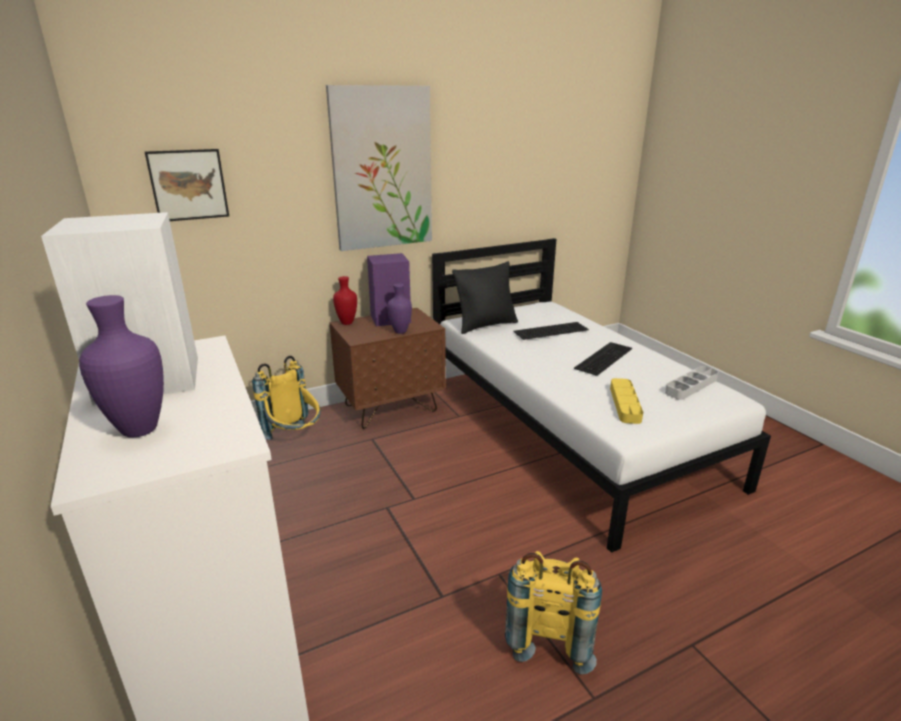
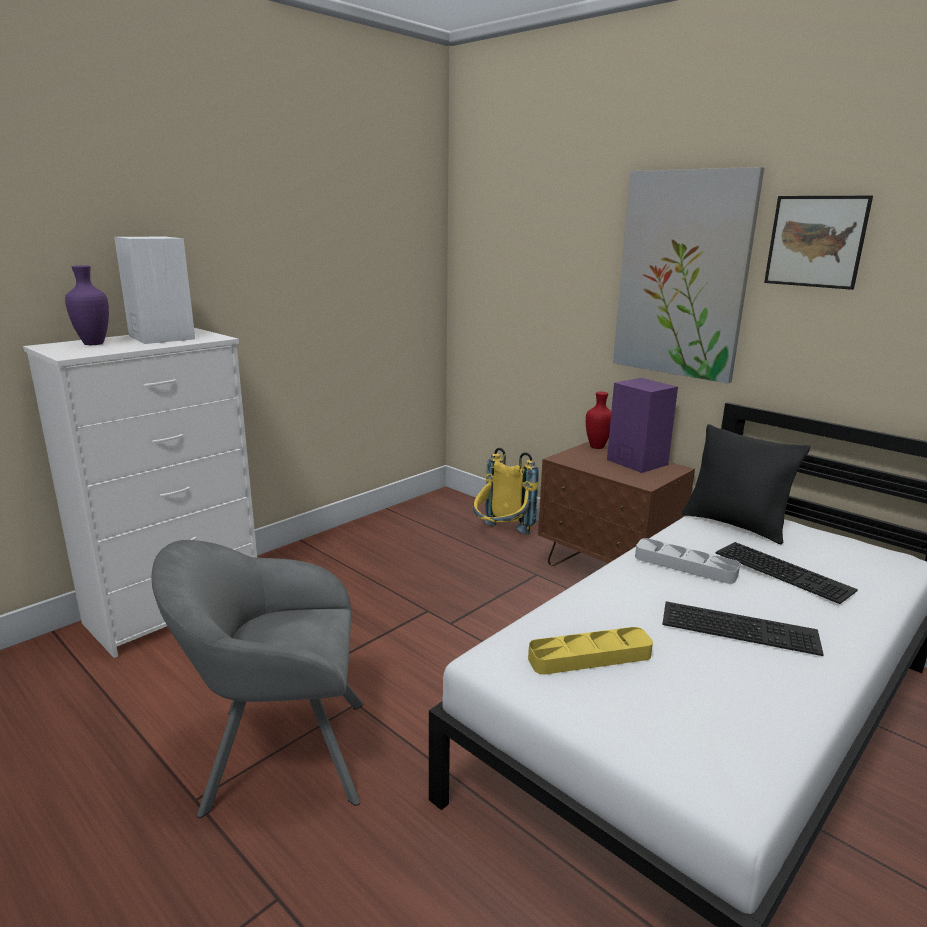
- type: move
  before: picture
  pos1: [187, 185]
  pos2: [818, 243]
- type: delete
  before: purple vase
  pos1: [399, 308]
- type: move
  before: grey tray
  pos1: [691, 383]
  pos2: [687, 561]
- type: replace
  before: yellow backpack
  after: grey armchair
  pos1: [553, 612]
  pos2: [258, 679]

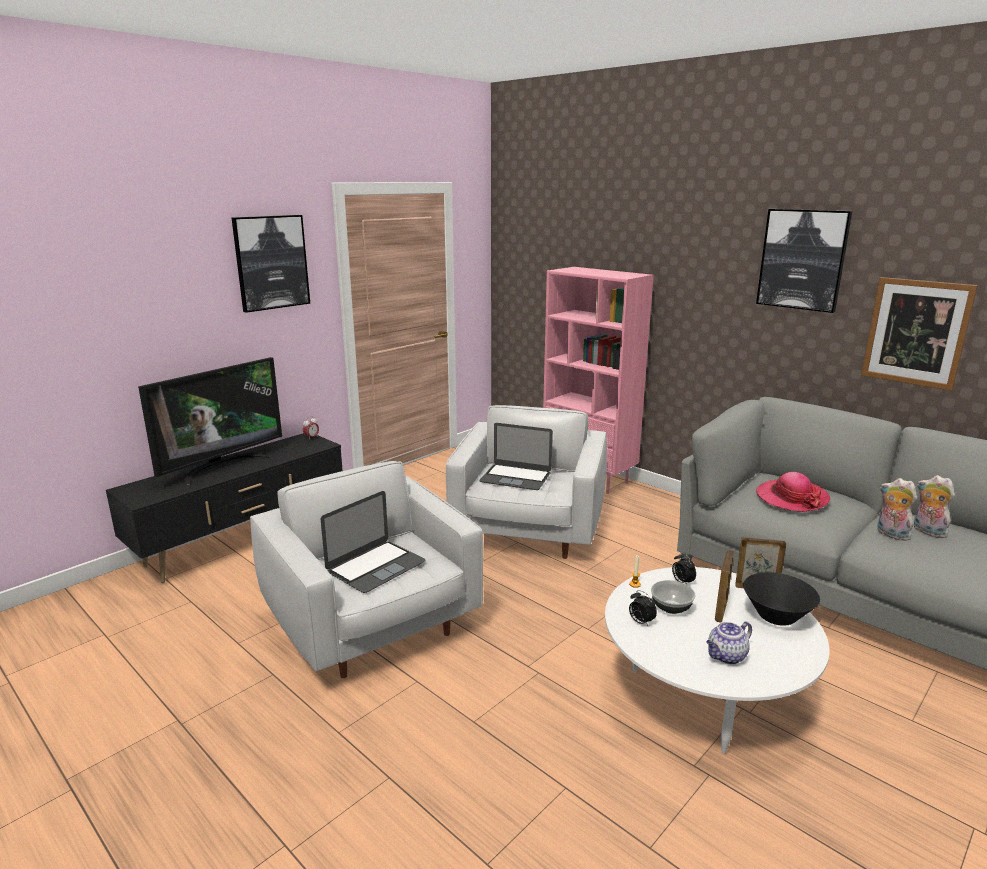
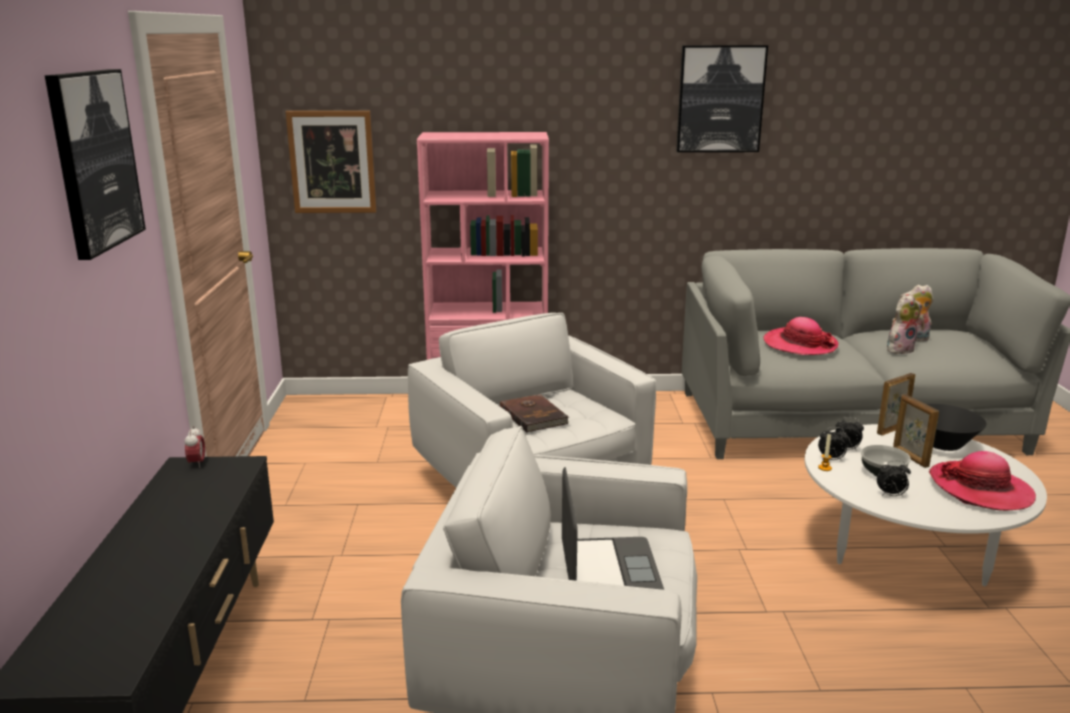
- type: move
  before: picture
  pos1: [919, 334]
  pos2: [331, 162]
- type: delete
  before: television
  pos1: [210, 421]
- type: replace
  before: laptop
  after: brown book
  pos1: [516, 456]
  pos2: [534, 413]
- type: rotate
  before: plush toy
  pos1: [897, 509]
  pos2: [904, 324]
  turn: 150
- type: replace
  before: teapot
  after: hat
  pos1: [729, 643]
  pos2: [982, 481]
- type: insert
  after: alarm clock
  pos2: [833, 444]

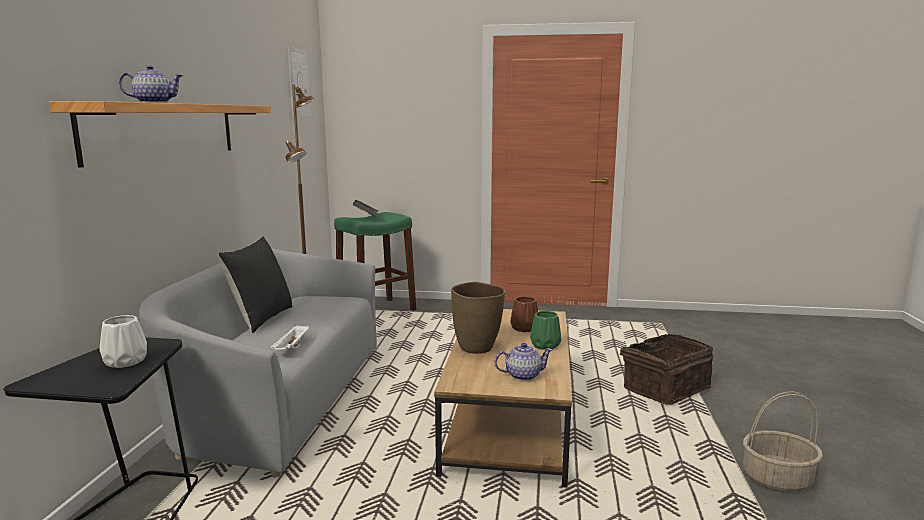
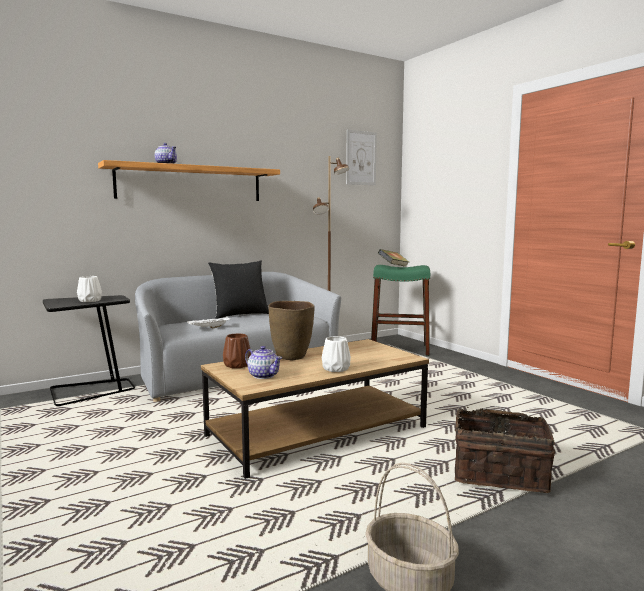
- type: move
  before: brown vase
  pos1: [524, 314]
  pos2: [237, 350]
- type: recolor
  before: green vase
  after: white vase
  pos1: [545, 330]
  pos2: [336, 354]

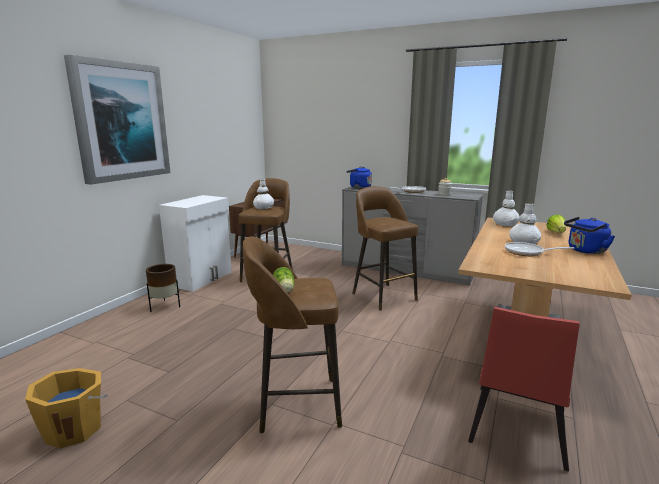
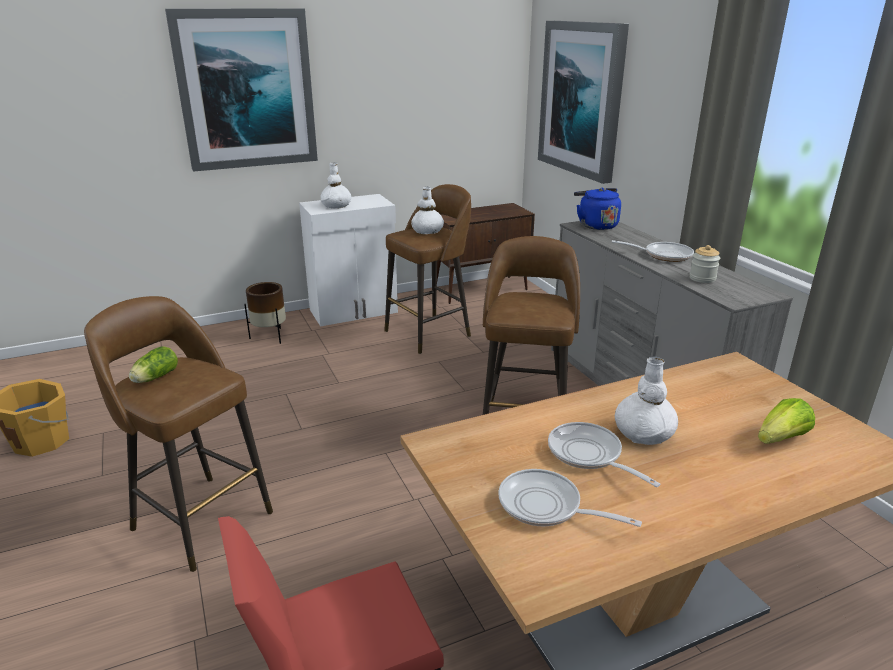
- type: move
  before: white vase
  pos1: [506, 208]
  pos2: [335, 186]
- type: delete
  before: blue kettle
  pos1: [589, 235]
- type: insert
  after: picture
  pos2: [583, 102]
- type: insert
  after: frying pan
  pos2: [570, 498]

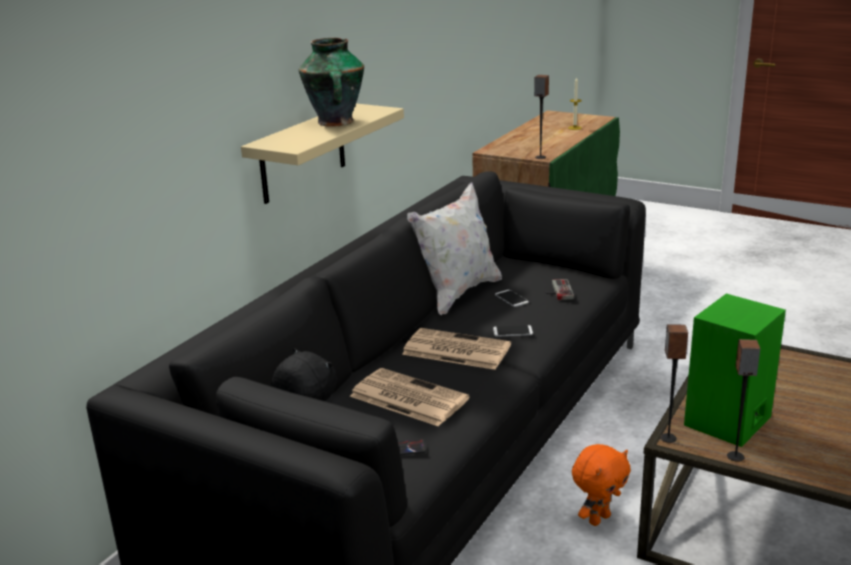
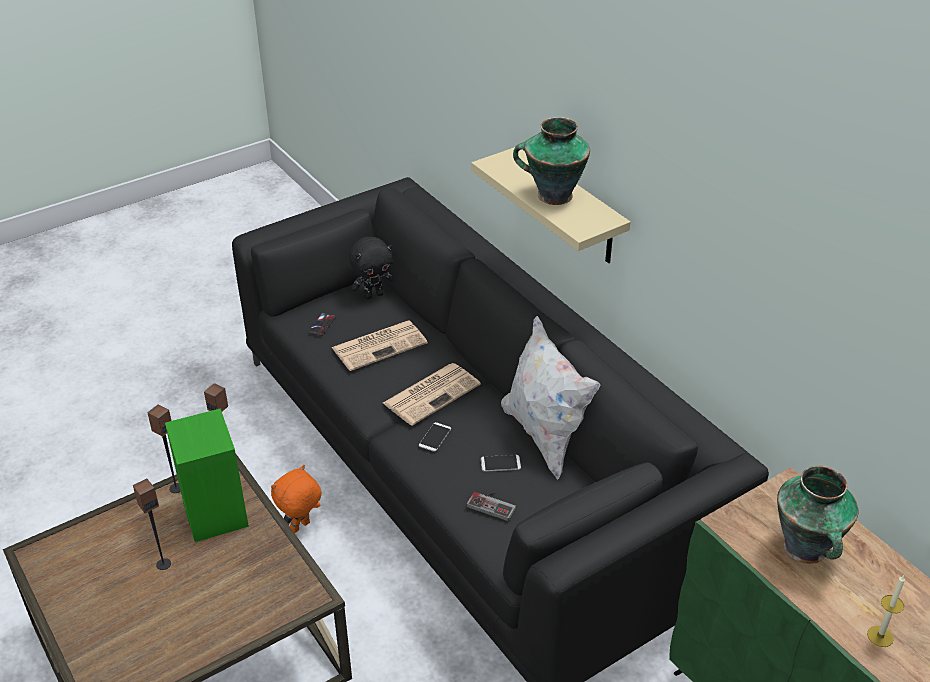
- type: move
  before: speaker
  pos1: [541, 117]
  pos2: [152, 524]
- type: rotate
  before: orange plush toy
  pos1: [601, 485]
  pos2: [296, 499]
  turn: 60
- type: insert
  after: vase
  pos2: [817, 515]

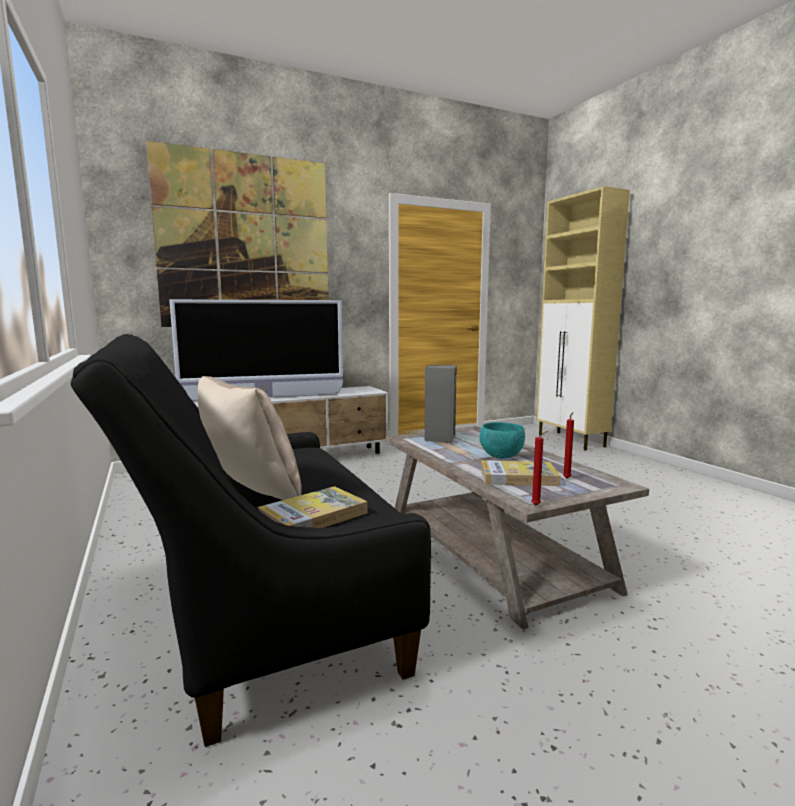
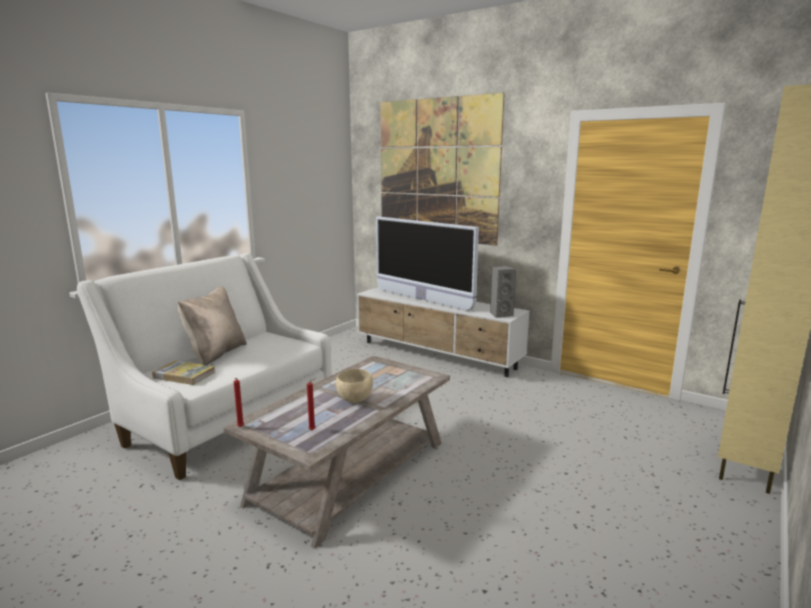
- type: recolor
  before: black sofa
  after: white sofa
  pos1: [251, 540]
  pos2: [204, 366]
- type: move
  before: grey speaker
  pos1: [440, 404]
  pos2: [503, 292]
- type: recolor
  before: turquoise bowl
  after: beige bowl
  pos1: [502, 440]
  pos2: [354, 386]
- type: delete
  before: book
  pos1: [521, 473]

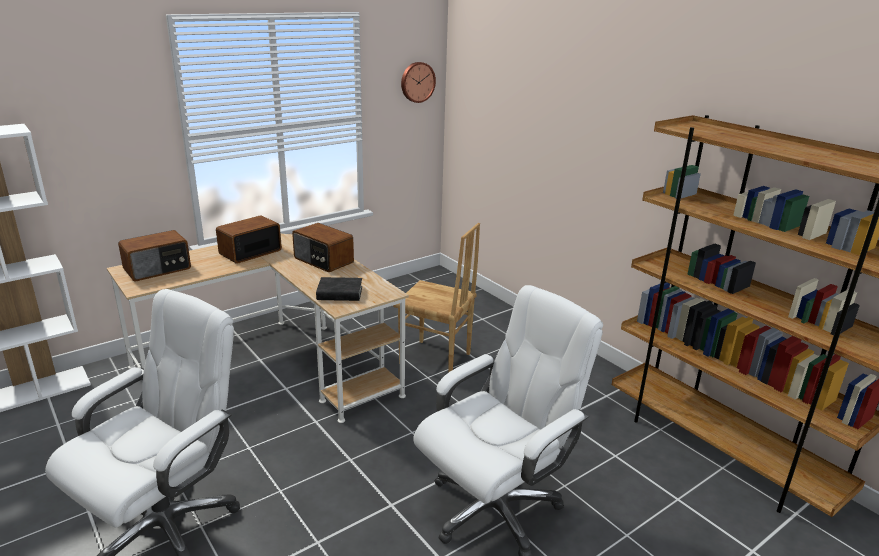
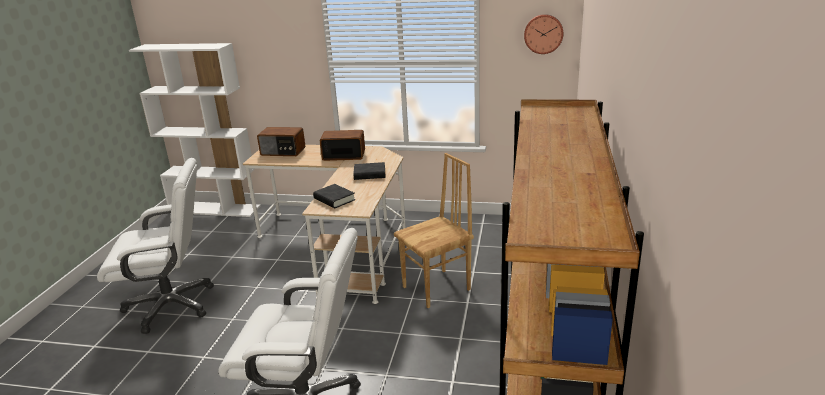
- type: replace
  before: radio
  after: black book
  pos1: [323, 247]
  pos2: [369, 171]
- type: rotate
  before: brown chair
  pos1: [436, 298]
  pos2: [434, 230]
  turn: -105

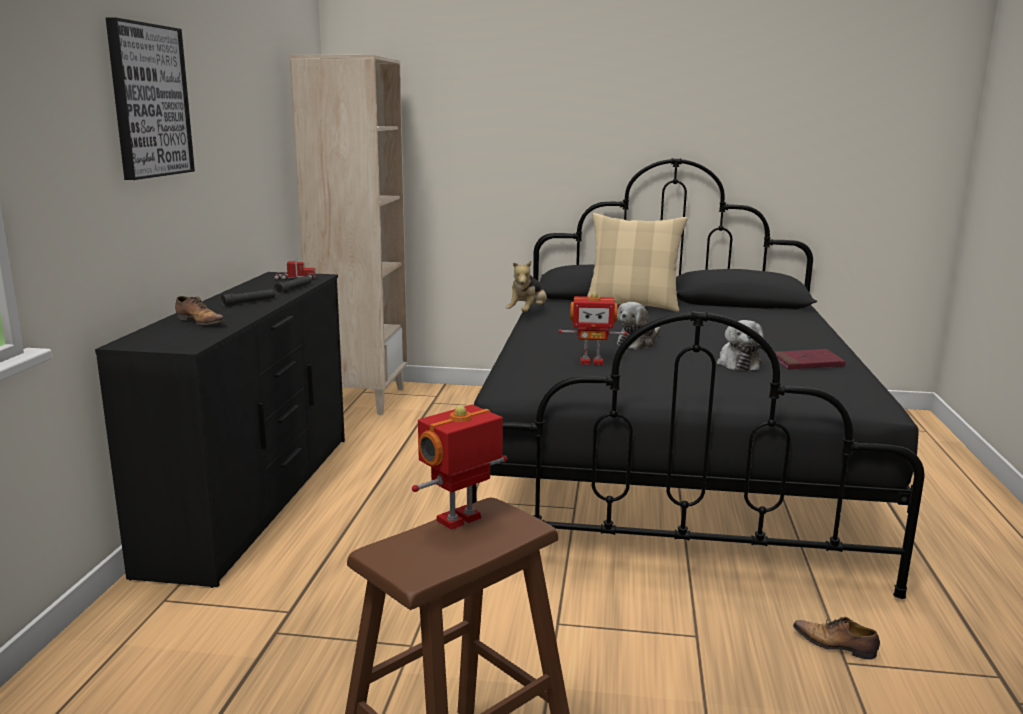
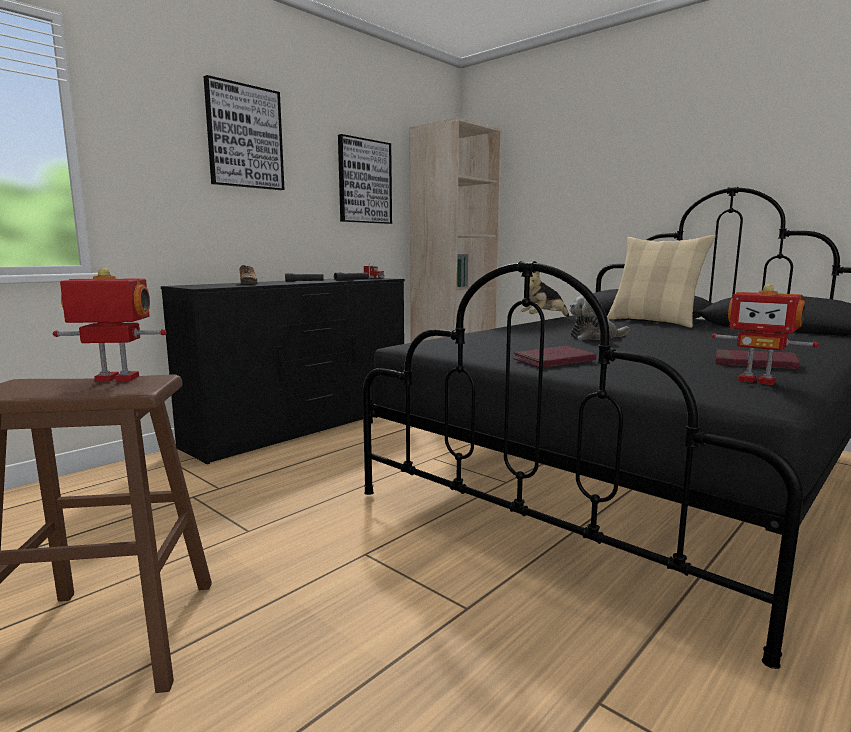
- type: move
  before: toy robot
  pos1: [593, 328]
  pos2: [765, 334]
- type: delete
  before: plush toy
  pos1: [741, 345]
- type: delete
  before: shoe
  pos1: [836, 638]
- type: insert
  after: picture
  pos2: [365, 179]
- type: insert
  after: red book
  pos2: [554, 357]

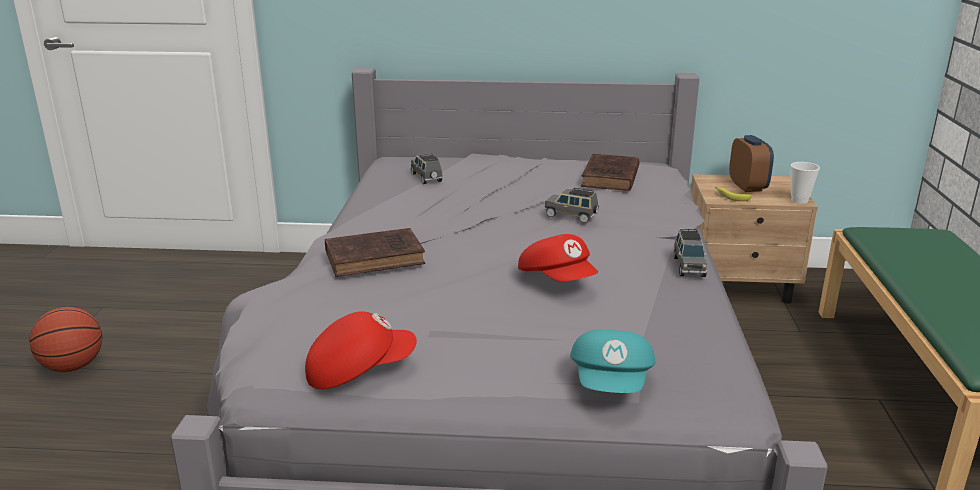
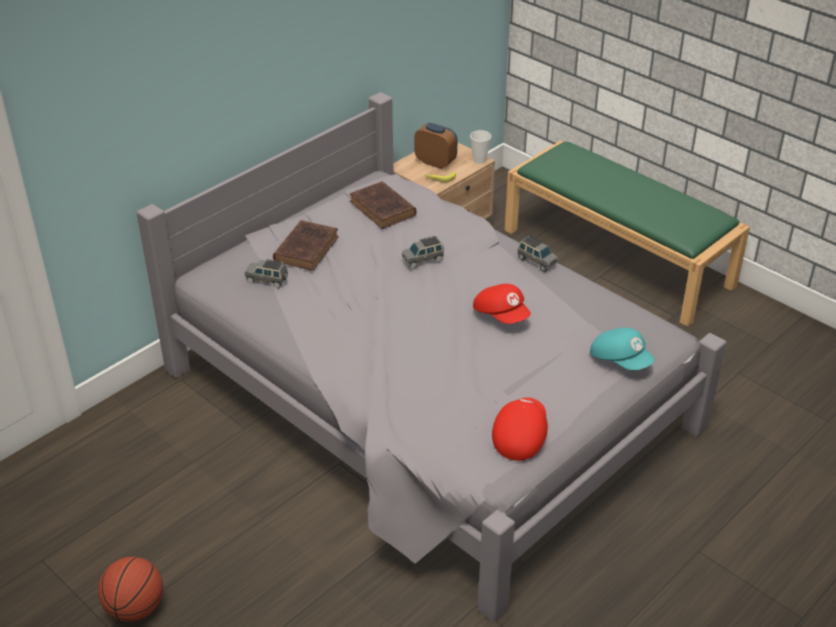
- type: move
  before: brown book
  pos1: [375, 252]
  pos2: [306, 245]
- type: rotate
  before: red cap
  pos1: [558, 258]
  pos2: [502, 304]
  turn: 45

